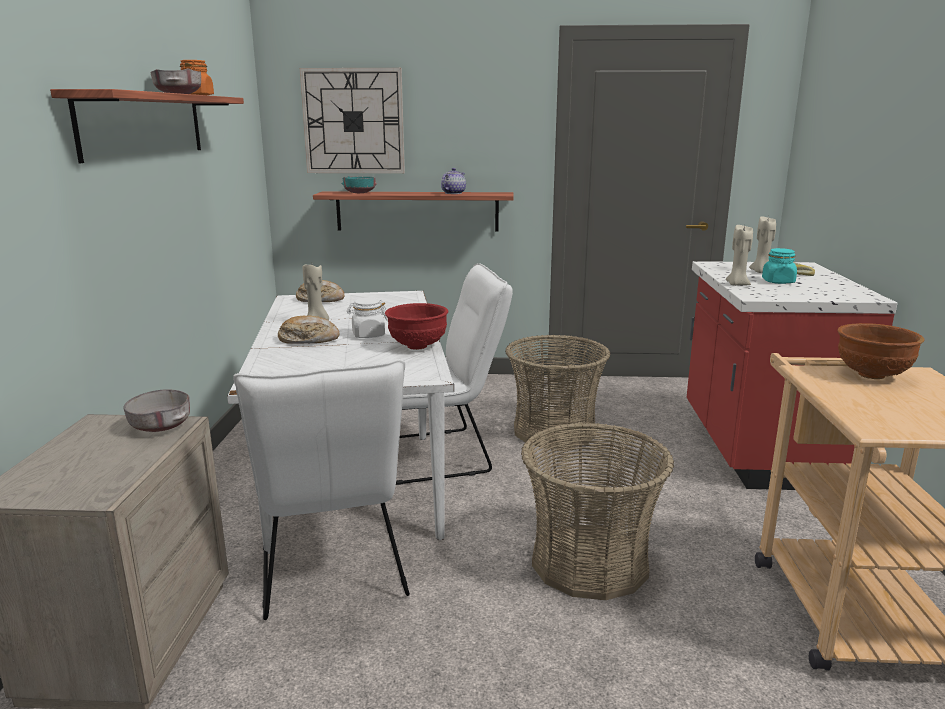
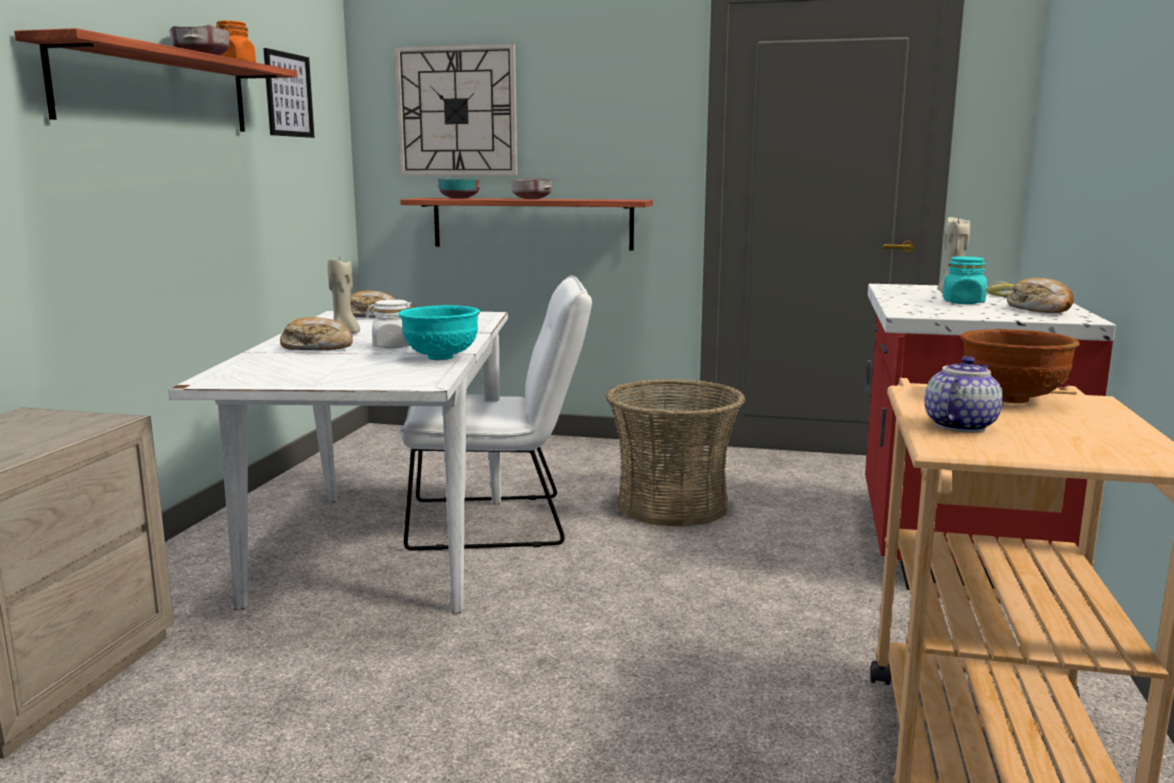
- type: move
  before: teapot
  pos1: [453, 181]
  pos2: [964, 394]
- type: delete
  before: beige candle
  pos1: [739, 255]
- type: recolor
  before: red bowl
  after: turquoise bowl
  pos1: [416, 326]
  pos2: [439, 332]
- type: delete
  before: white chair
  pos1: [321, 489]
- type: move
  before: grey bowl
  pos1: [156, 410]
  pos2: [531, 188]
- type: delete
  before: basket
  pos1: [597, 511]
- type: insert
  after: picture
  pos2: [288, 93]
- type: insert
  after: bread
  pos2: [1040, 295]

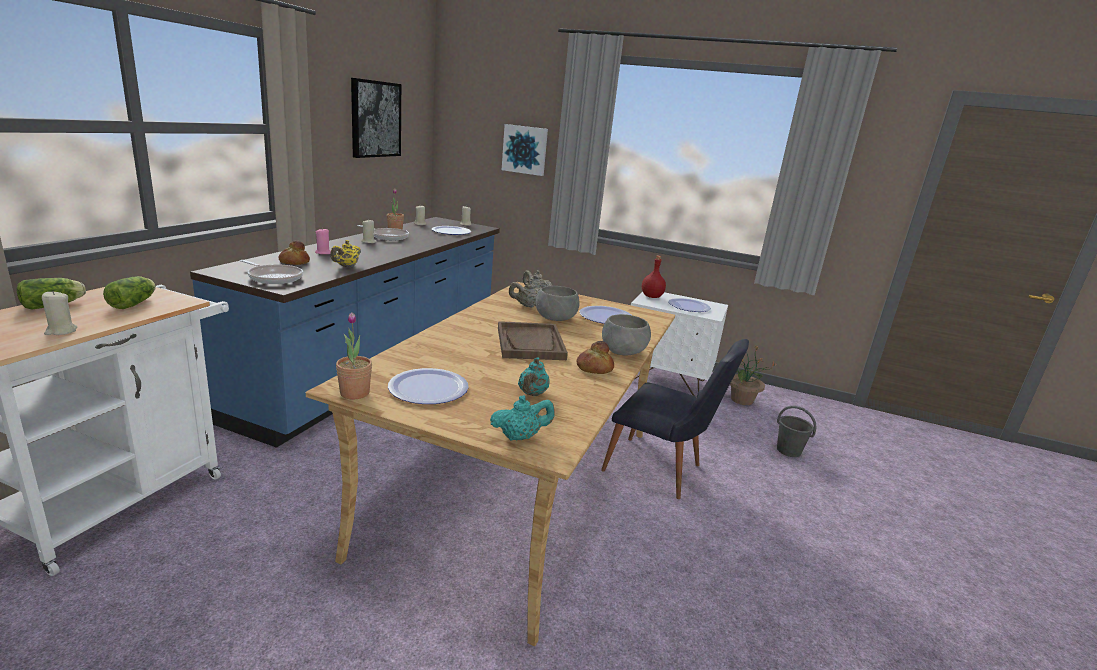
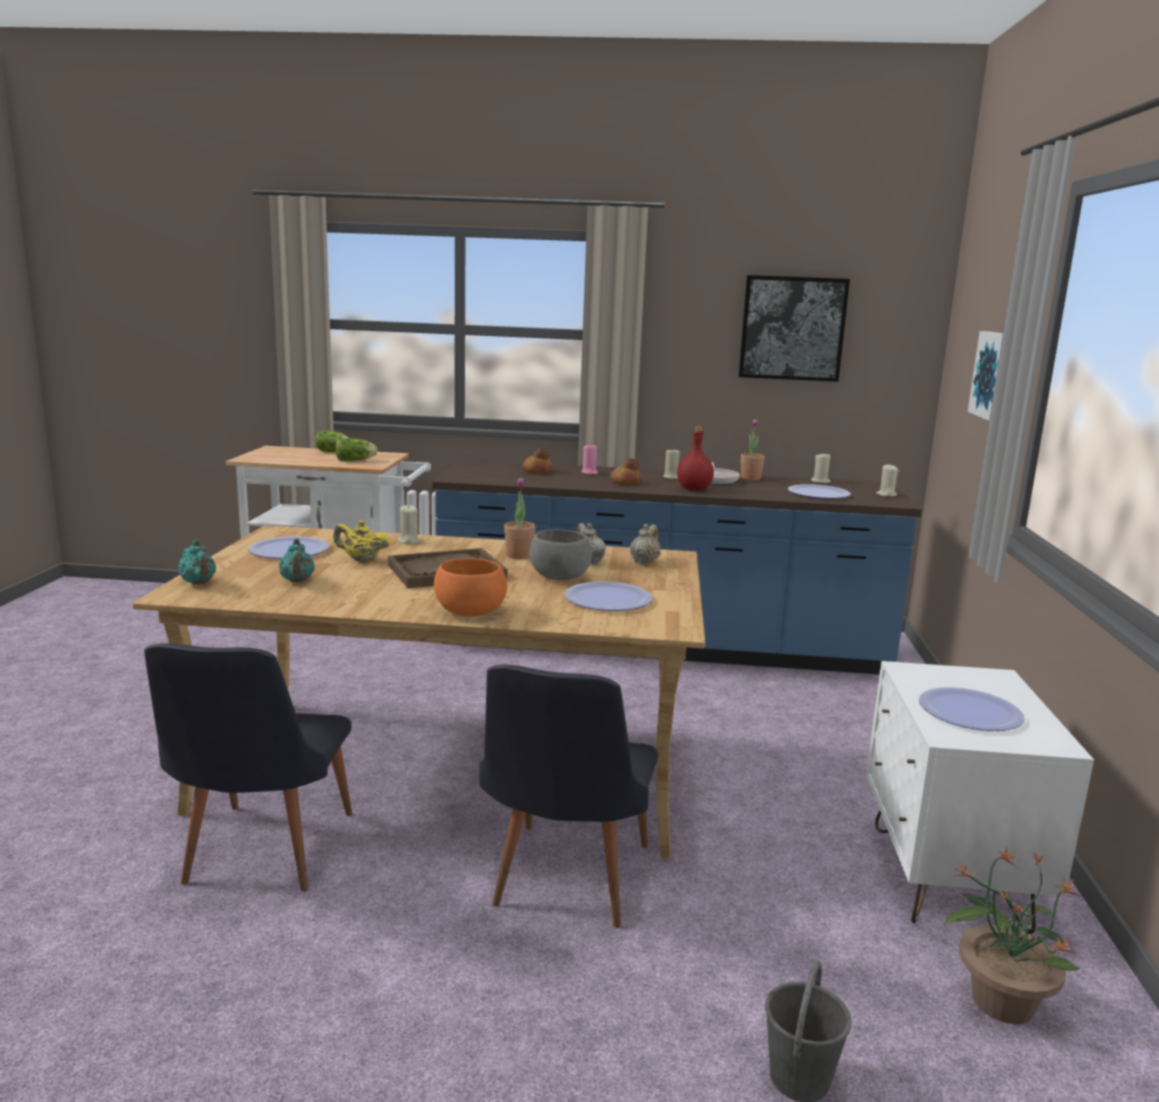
- type: move
  before: yellow teapot
  pos1: [345, 253]
  pos2: [361, 541]
- type: move
  before: red bottle
  pos1: [654, 277]
  pos2: [695, 458]
- type: delete
  before: frying pan
  pos1: [271, 272]
- type: move
  before: beige candle
  pos1: [59, 313]
  pos2: [408, 524]
- type: move
  before: potted plant
  pos1: [354, 356]
  pos2: [520, 518]
- type: recolor
  before: grey bowl
  after: orange bowl
  pos1: [626, 334]
  pos2: [470, 587]
- type: move
  before: bread
  pos1: [595, 357]
  pos2: [625, 471]
- type: rotate
  before: turquoise teapot
  pos1: [534, 377]
  pos2: [297, 560]
  turn: -105
- type: insert
  after: black chair
  pos2: [248, 767]

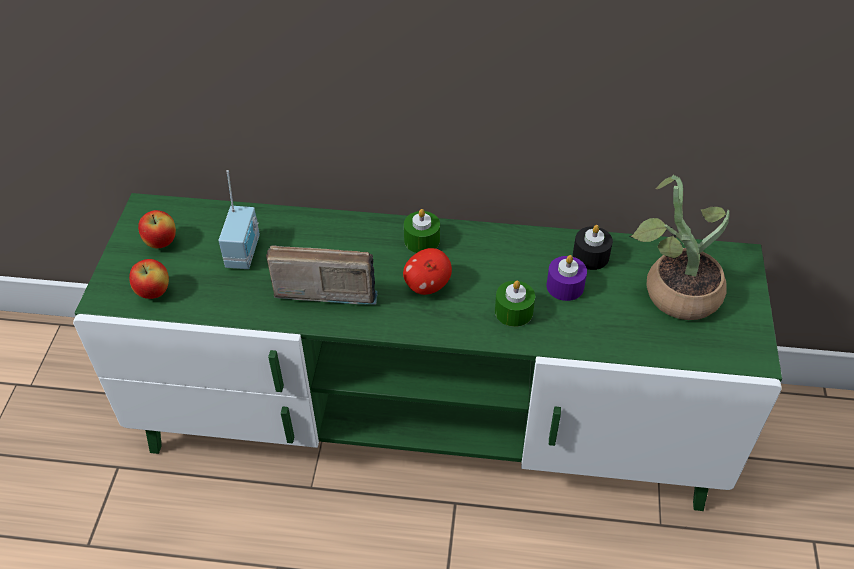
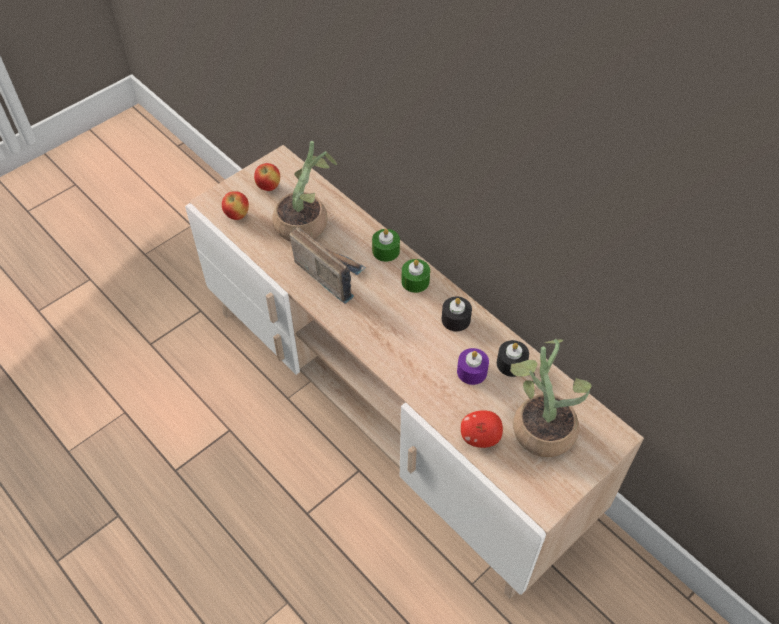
- type: replace
  before: radio
  after: potted plant
  pos1: [239, 219]
  pos2: [305, 191]
- type: recolor
  before: green tv stand
  after: beige tv stand
  pos1: [427, 352]
  pos2: [414, 372]
- type: move
  before: apple
  pos1: [427, 271]
  pos2: [482, 429]
- type: move
  before: green candle
  pos1: [515, 304]
  pos2: [386, 245]
- type: insert
  after: black candle
  pos2: [457, 313]

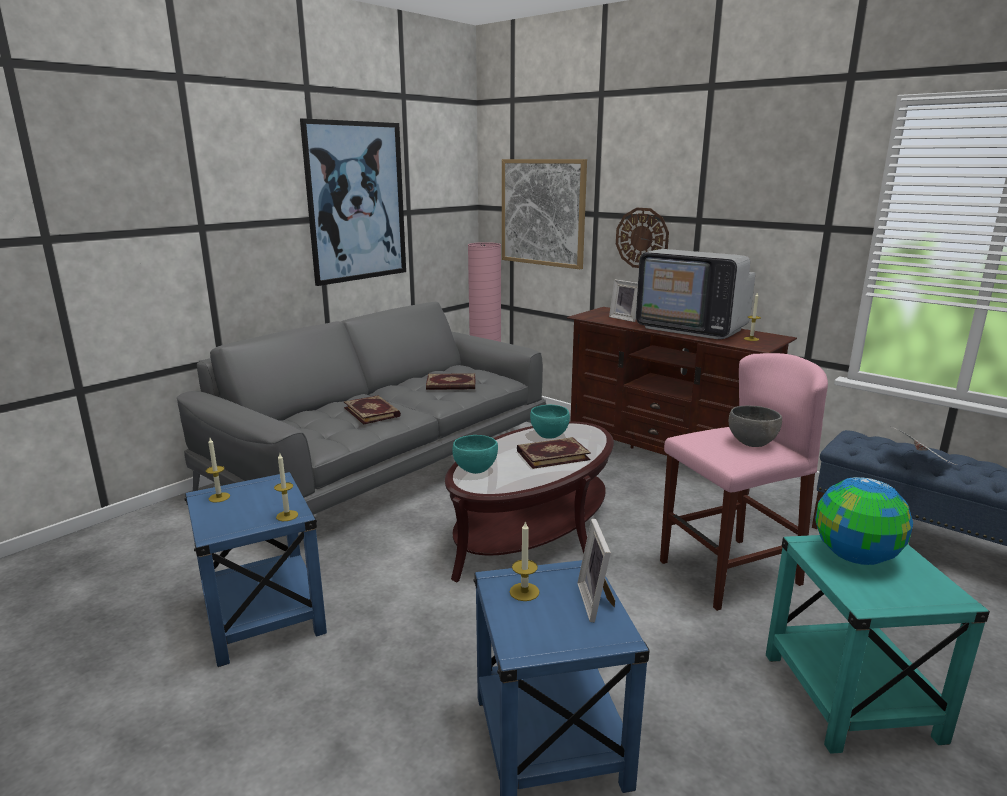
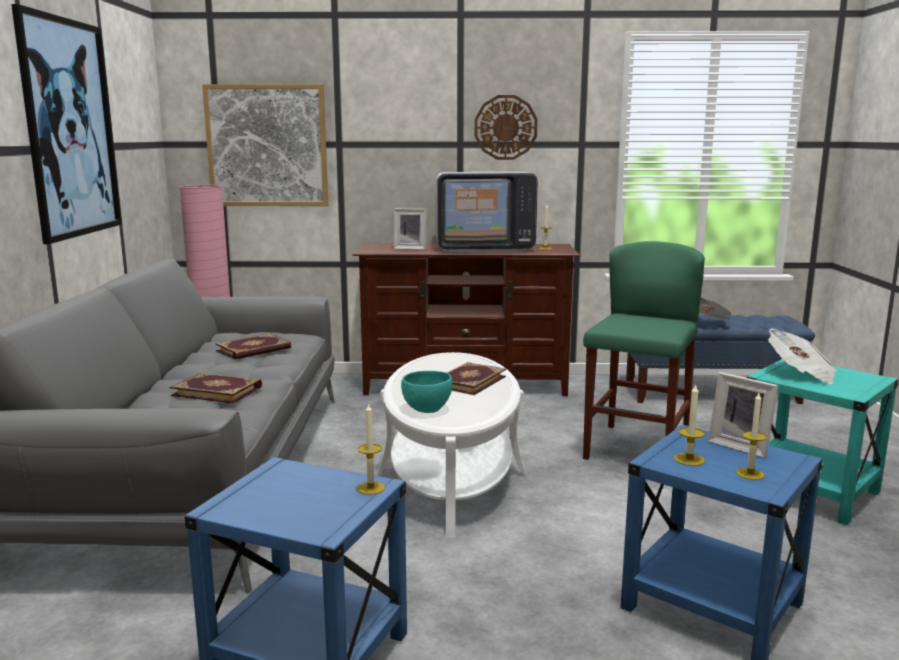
- type: move
  before: wall clock
  pos1: [642, 238]
  pos2: [506, 127]
- type: recolor
  before: pink stool
  after: green stool
  pos1: [744, 482]
  pos2: [644, 350]
- type: delete
  before: turquoise bowl
  pos1: [550, 422]
- type: delete
  before: grey bowl
  pos1: [755, 426]
- type: recolor
  before: brown coffee table
  after: white coffee table
  pos1: [529, 501]
  pos2: [452, 445]
- type: move
  before: candle
  pos1: [218, 470]
  pos2: [751, 436]
- type: replace
  before: globe
  after: newspaper
  pos1: [864, 521]
  pos2: [802, 356]

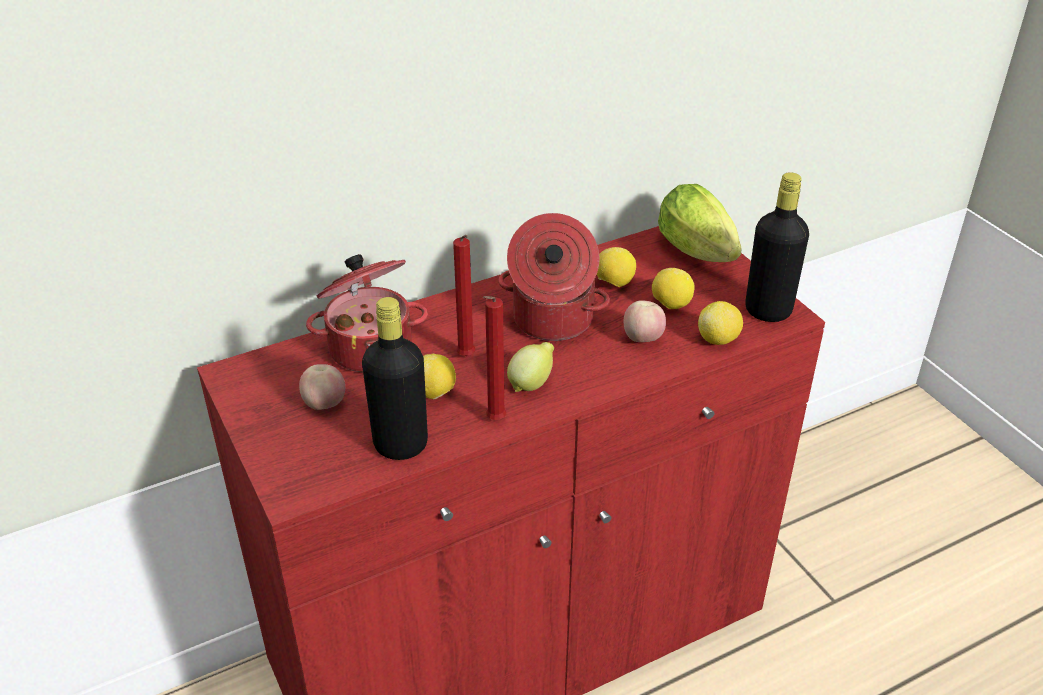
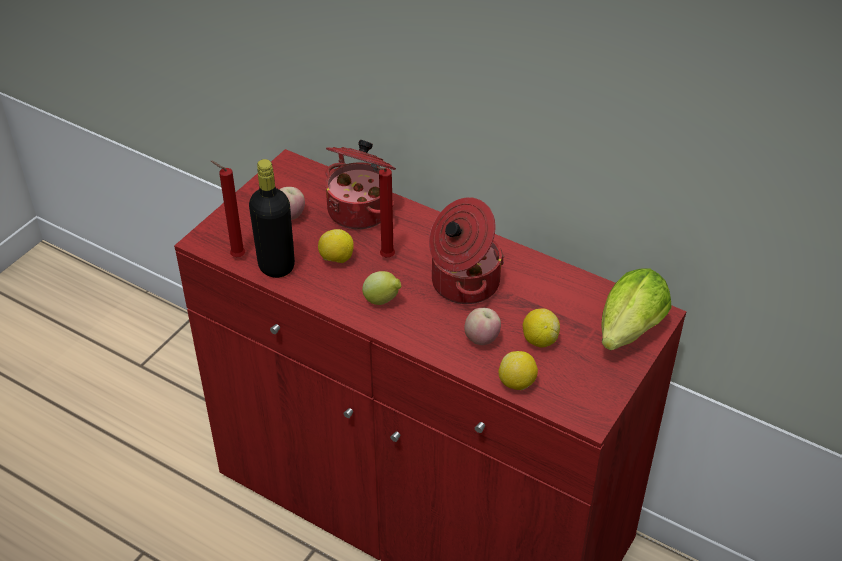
- type: delete
  before: black bottle
  pos1: [777, 247]
- type: delete
  before: lemon
  pos1: [616, 267]
- type: move
  before: red candle
  pos1: [494, 358]
  pos2: [228, 209]

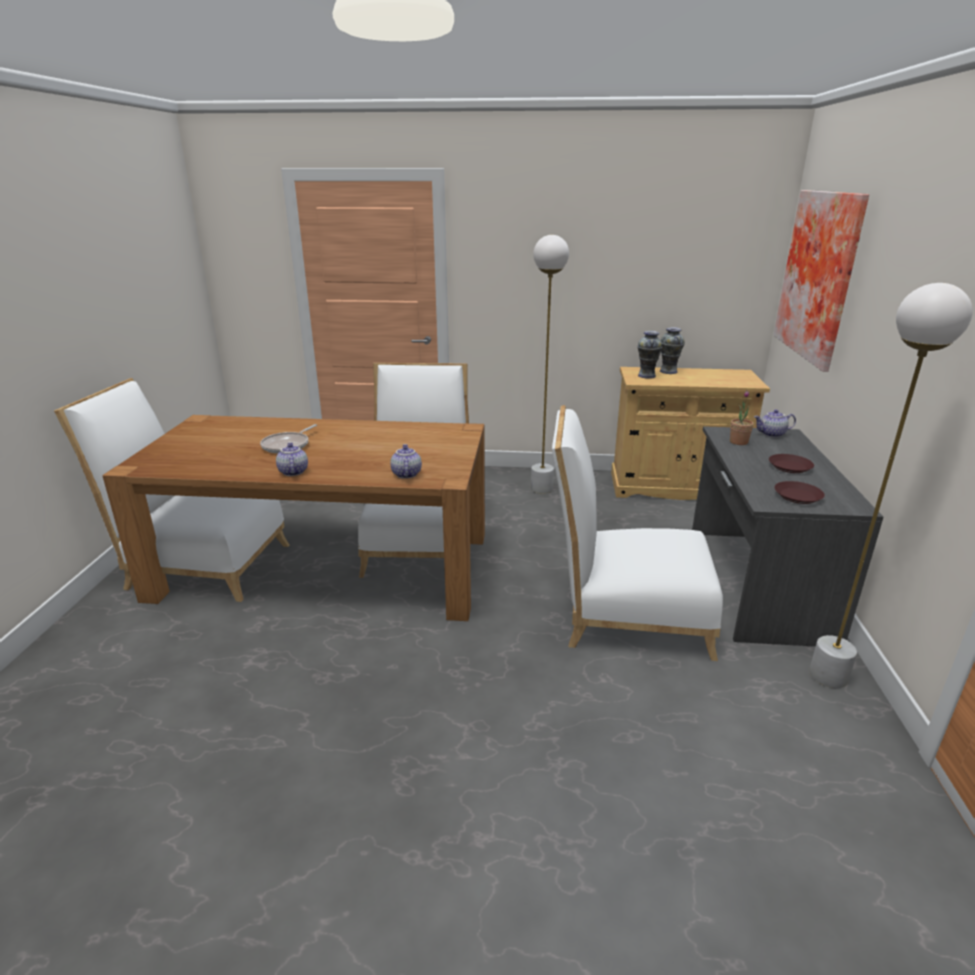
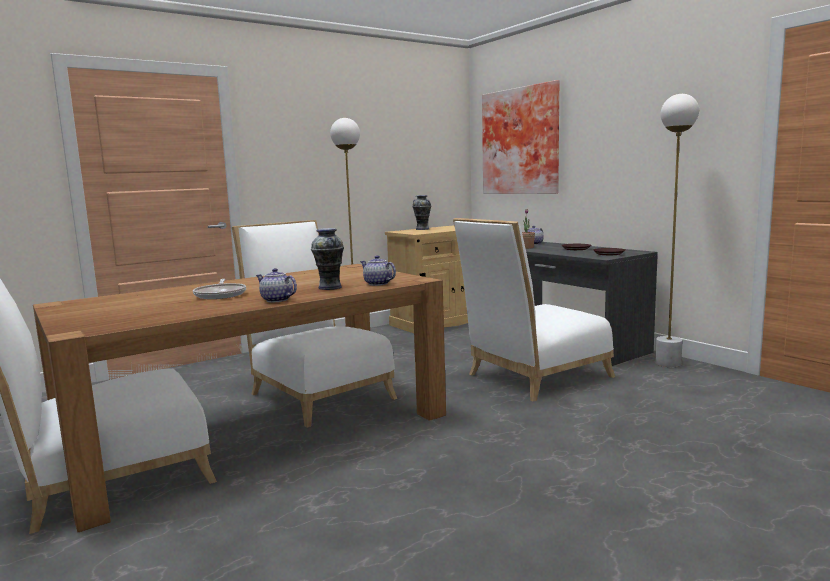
- type: move
  before: vase
  pos1: [649, 355]
  pos2: [327, 259]

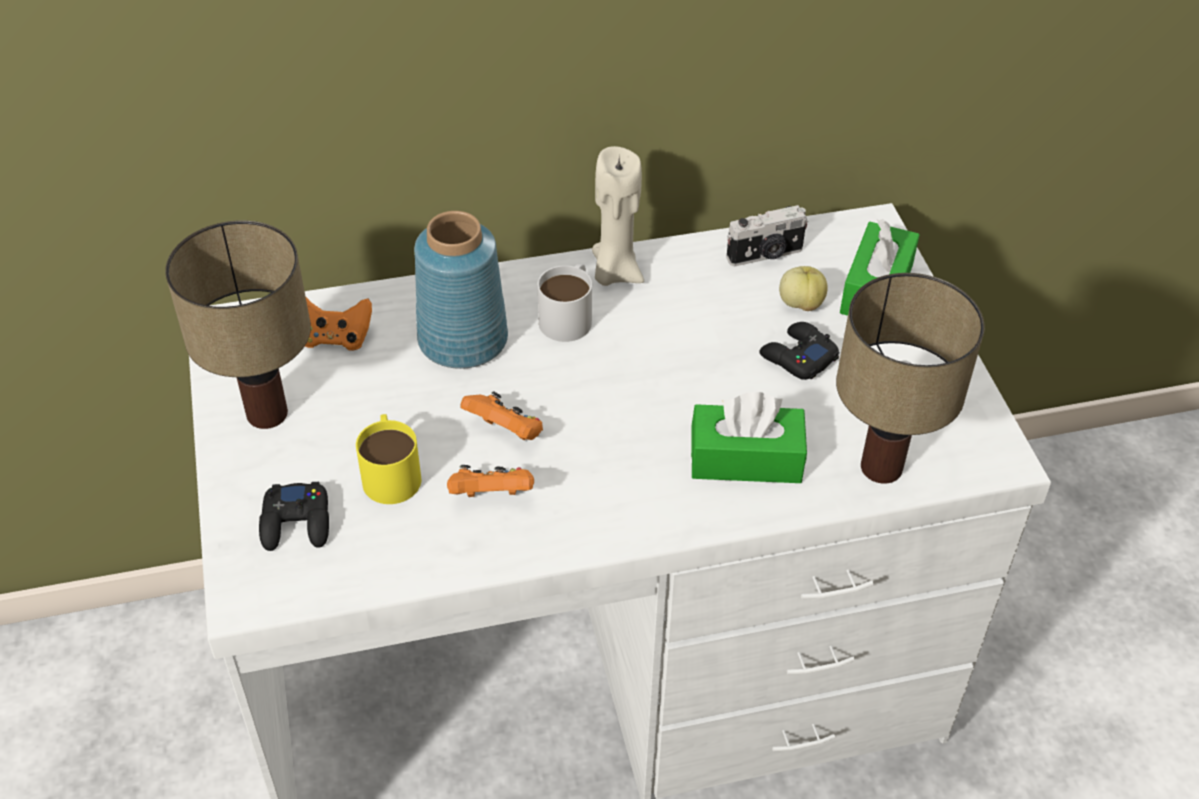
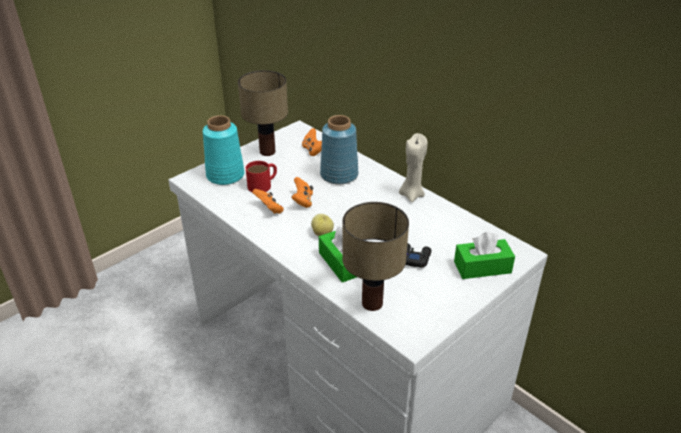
- type: delete
  before: photo camera
  pos1: [767, 235]
- type: delete
  before: white mug
  pos1: [565, 302]
- type: move
  before: apple
  pos1: [803, 288]
  pos2: [322, 225]
- type: recolor
  before: yellow mug
  after: red mug
  pos1: [388, 459]
  pos2: [261, 176]
- type: replace
  before: black game controller
  after: turquoise vase
  pos1: [294, 516]
  pos2: [224, 150]

